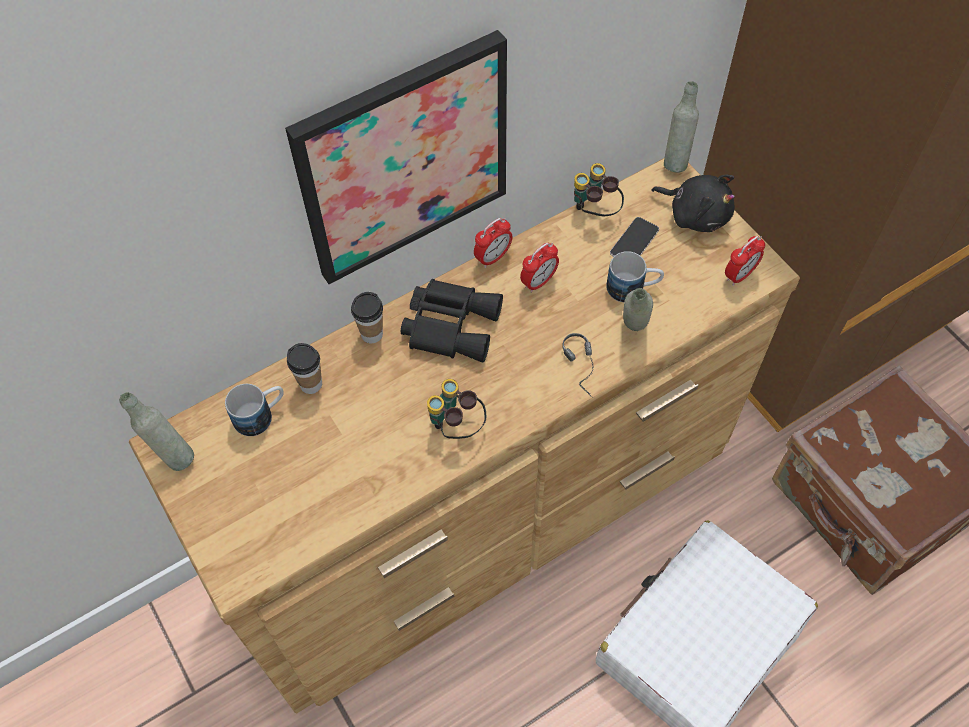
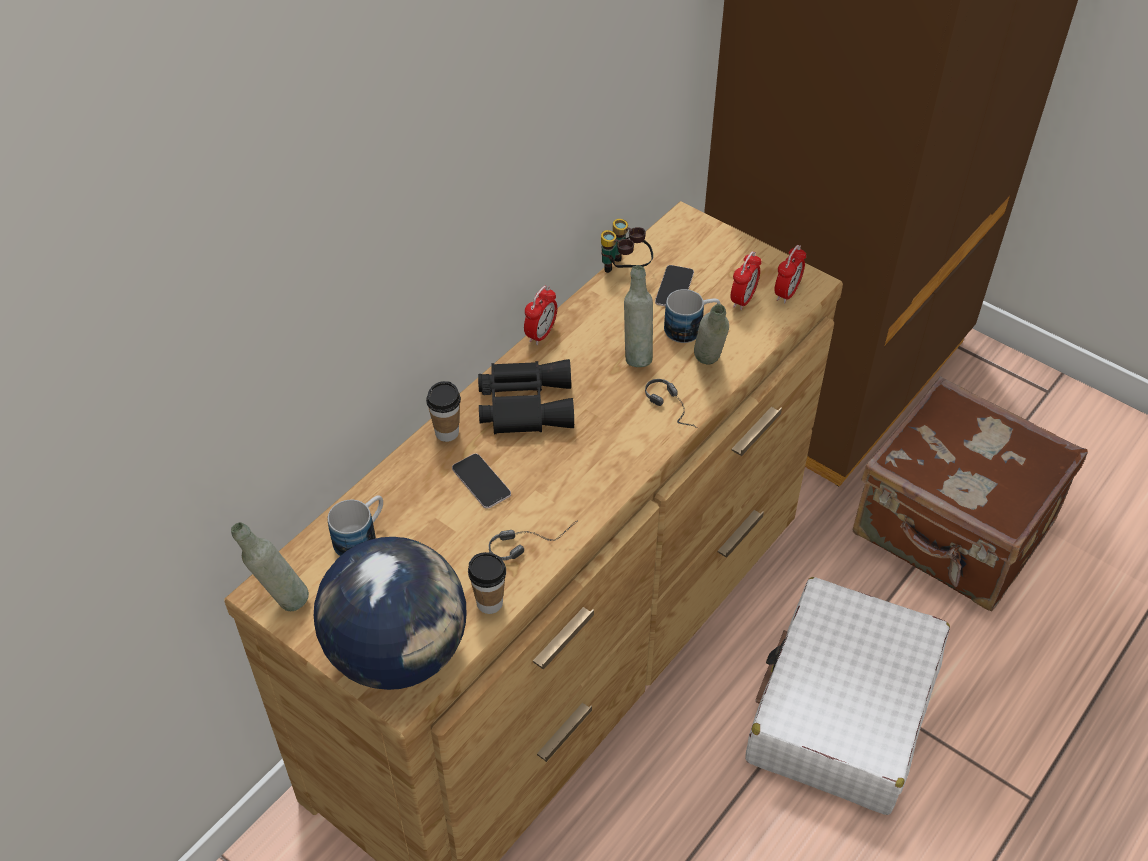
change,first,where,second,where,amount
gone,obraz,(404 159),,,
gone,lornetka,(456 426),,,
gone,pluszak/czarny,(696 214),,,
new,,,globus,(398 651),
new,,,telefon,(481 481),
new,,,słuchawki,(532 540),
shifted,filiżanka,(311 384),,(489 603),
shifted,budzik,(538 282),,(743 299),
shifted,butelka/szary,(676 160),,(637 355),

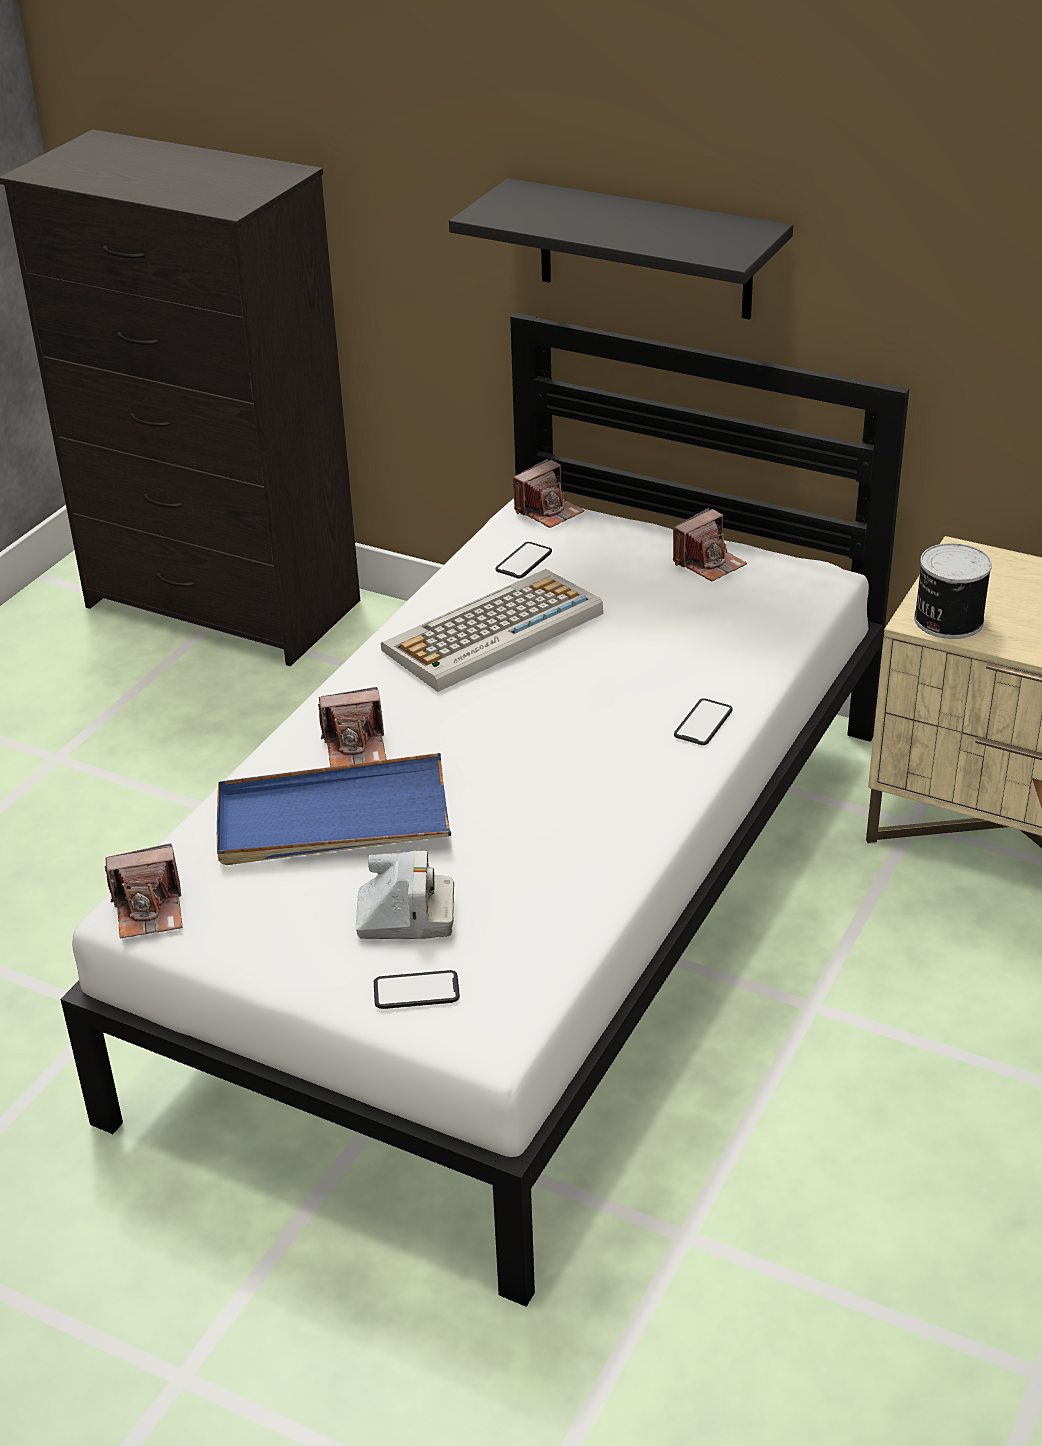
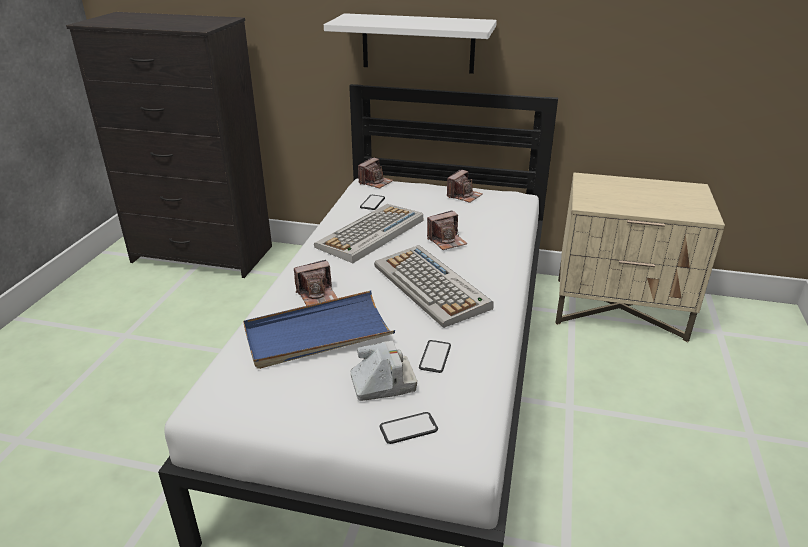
change,first,where,second,where,amount
gone,puszka,(946 620),,,
new,,,klawiatura,(432 287),
shifted,aparat fotograficzny,(149 911),,(447 241),
shifted,telefon,(703 723),,(435 357),
repainted,półka/czarny,(645 250),półka/biały,(418 43),

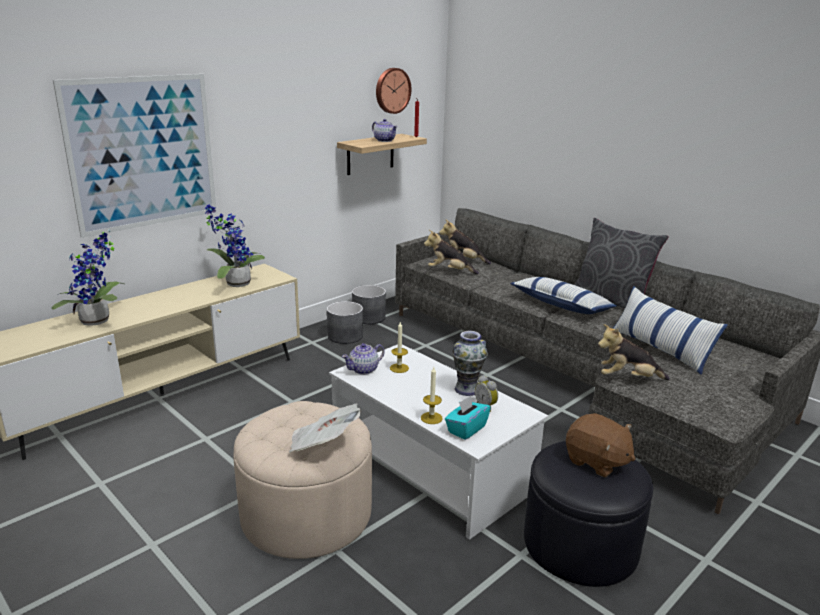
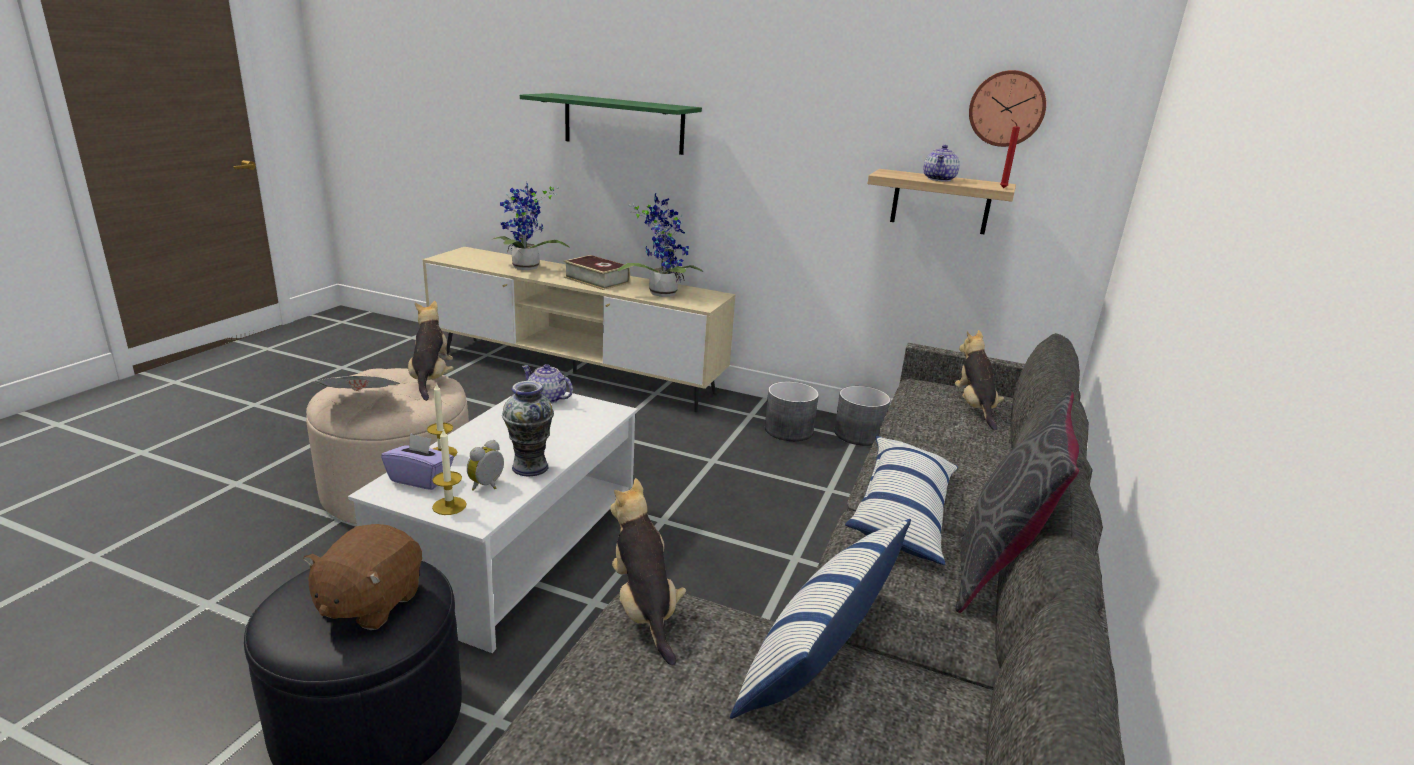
change,first,where,second,where,amount
new,,,książka,(596 280),
shifted,świeca,(399 368),,(449 506),
shifted,pluszak,(449 271),,(431 379),
swapped,obraz,(143 153),półka/zielony,(623 124),
repainted,pudełko chusteczek/turkusowy,(466 429),pudełko chusteczek/fioletowy,(420 479),

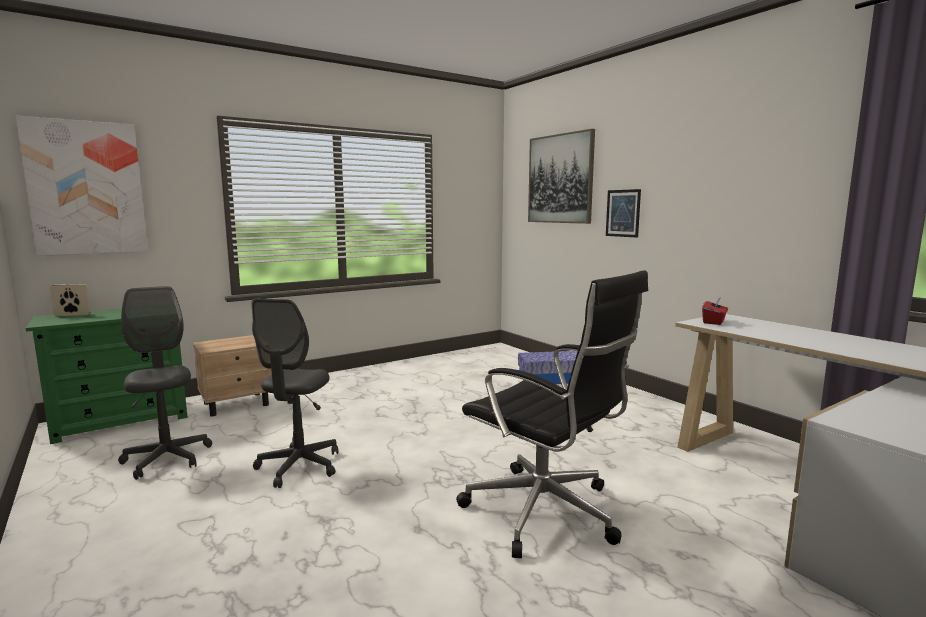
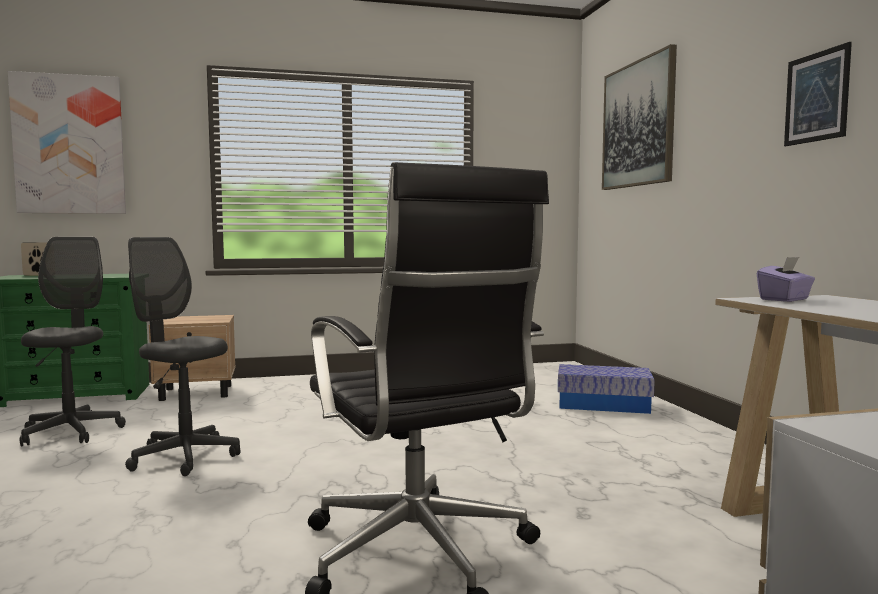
change,first,where,second,where,amount
shifted,obraz,(623 213),,(816 97),
repainted,pudełko chusteczek/czerwony,(714 322),pudełko chusteczek/fioletowy,(785 299),
rotated,krzesło biurowe/szary,(299 466),,(184 457),90 degrees clockwise

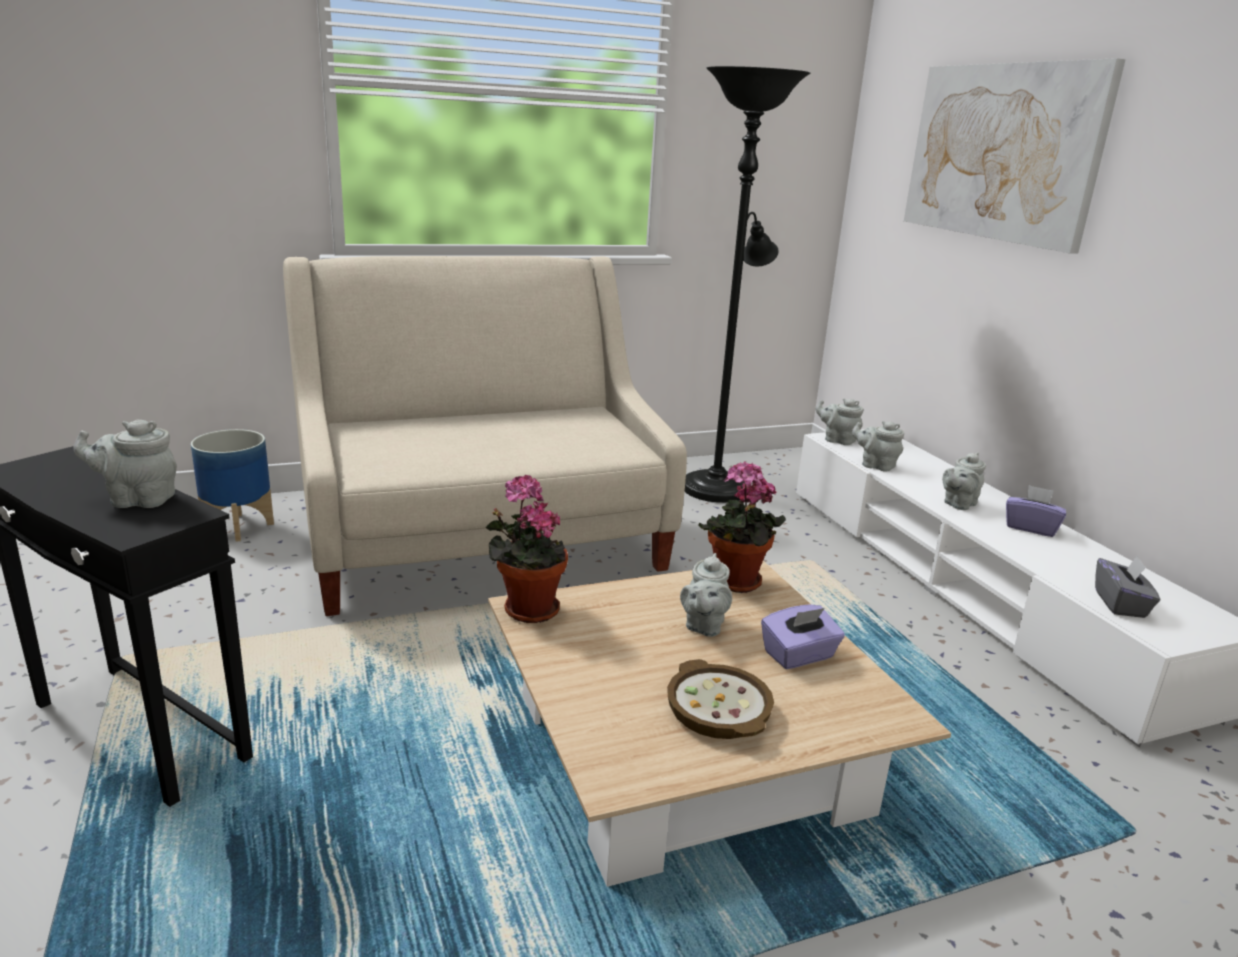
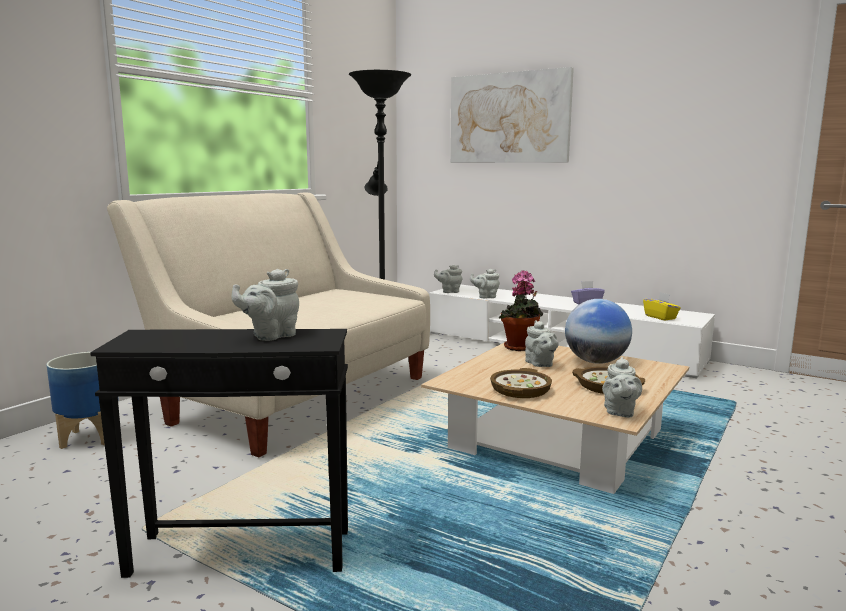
change,first,where,second,where,amount
gone,roślina doniczkowa,(526 609),,,
new,,,miska,(519 390),
shifted,imbryk/szary,(958 504),,(619 412),
swapped,pudełko chusteczek/fioletowy,(799 655),globus,(595 362),
repainted,pudełko chusteczek/szary,(1120 604),pudełko chusteczek/żółty,(660 317),

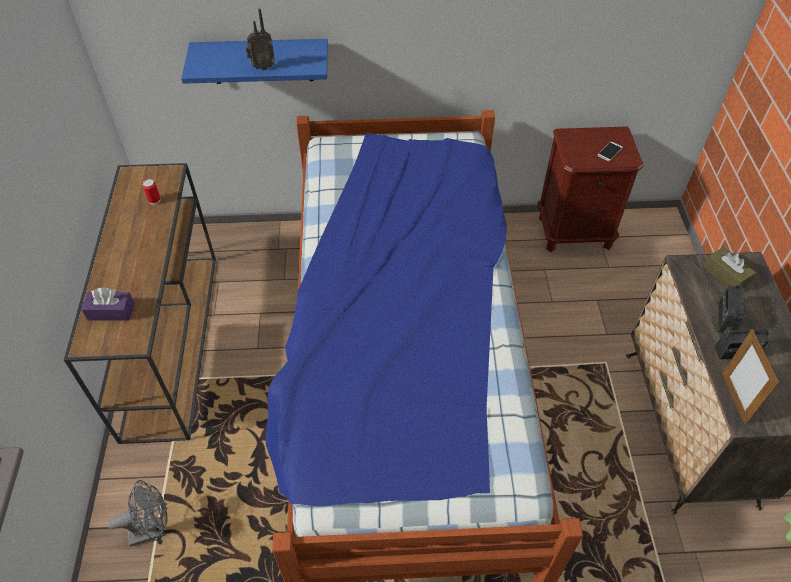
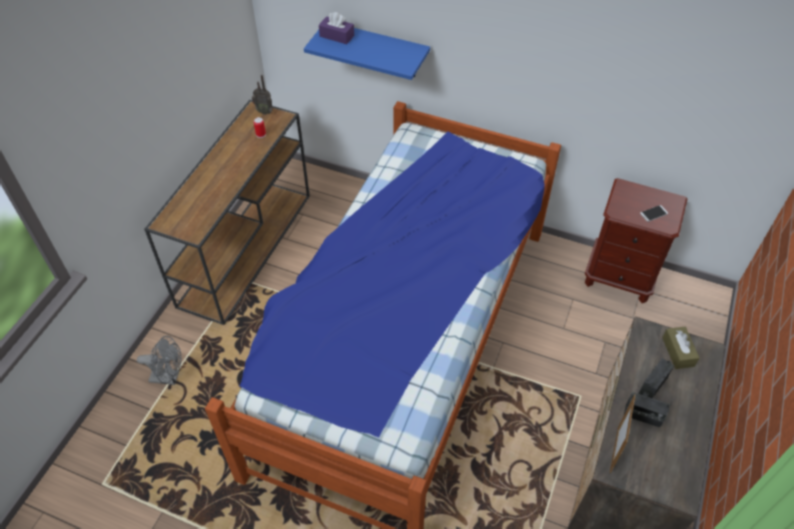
change,first,where,second,where,amount
shifted,pudełko chusteczek/fioletowy,(111 311),,(337 36),
shifted,radio,(262 67),,(264 111),

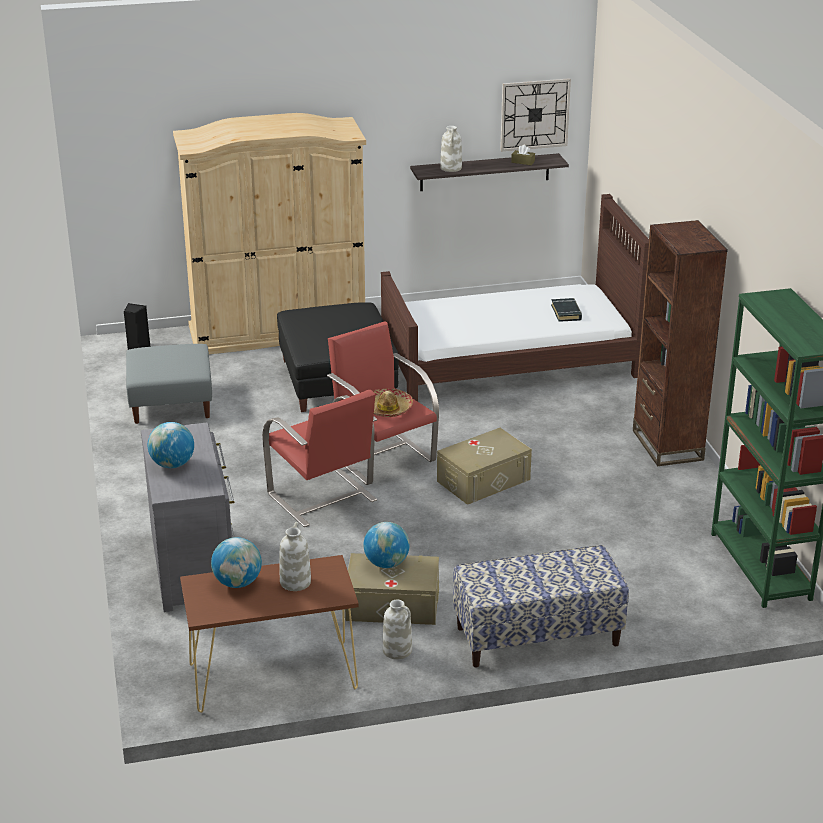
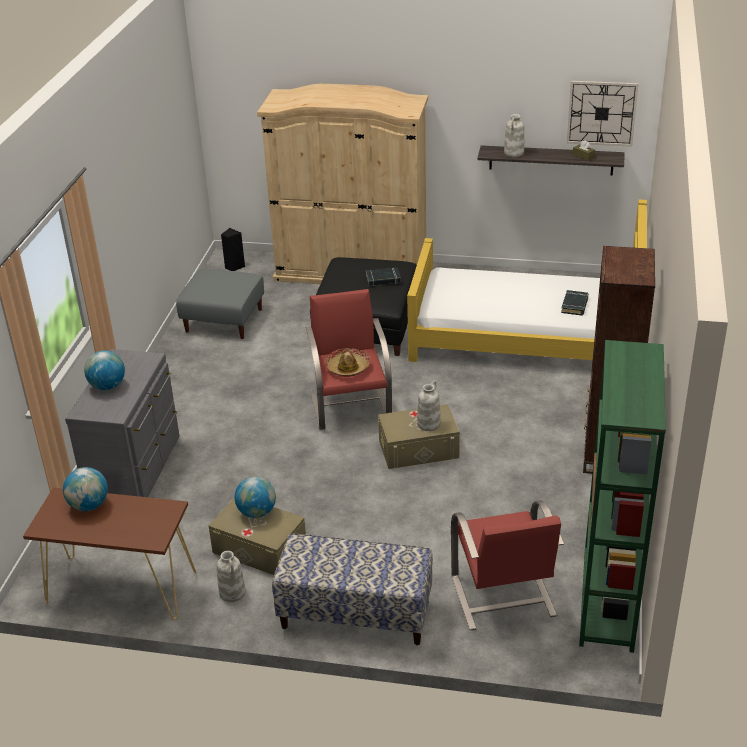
change,first,where,second,where,amount
new,,,książka/czarny,(383 279),
shifted,fotel/czerwony,(322 498),,(503 597),
shifted,wazon/biały,(295 581),,(428 424),
repainted,łóżko/brązowy,(510 361),łóżko/żółty,(524 338),

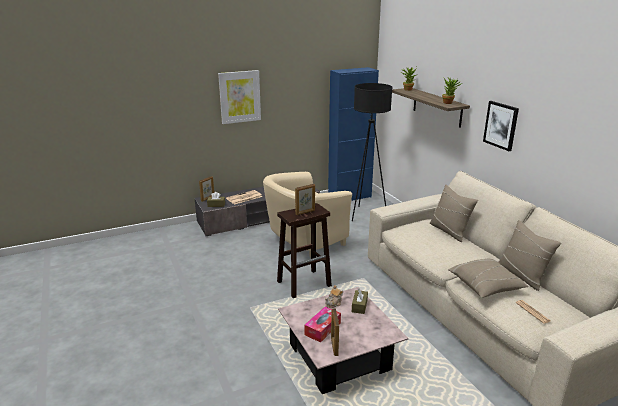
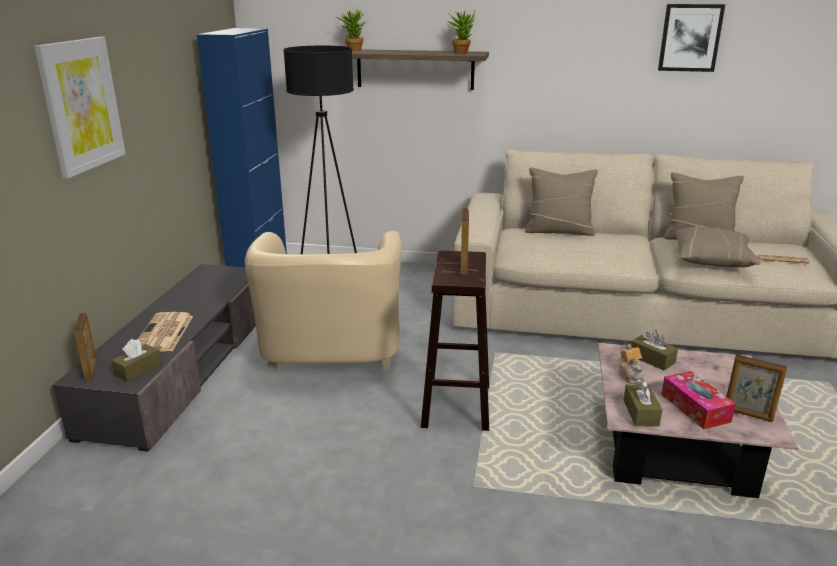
change,first,where,second,where,amount
new,,,pudełko chusteczek/brązowy,(640 413),
shifted,obraz,(501 125),,(690 38),

